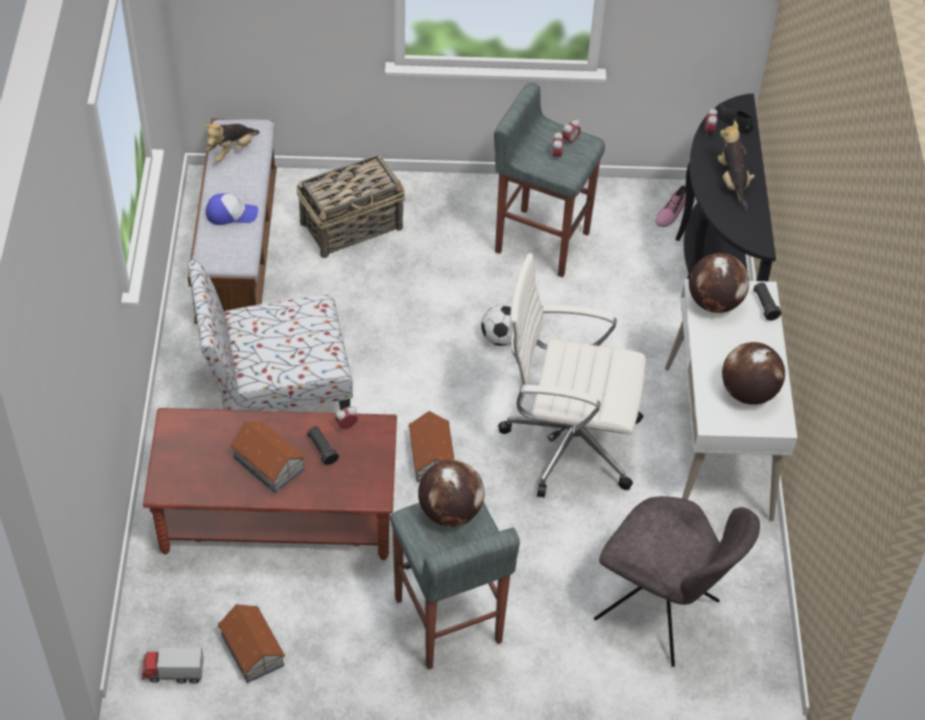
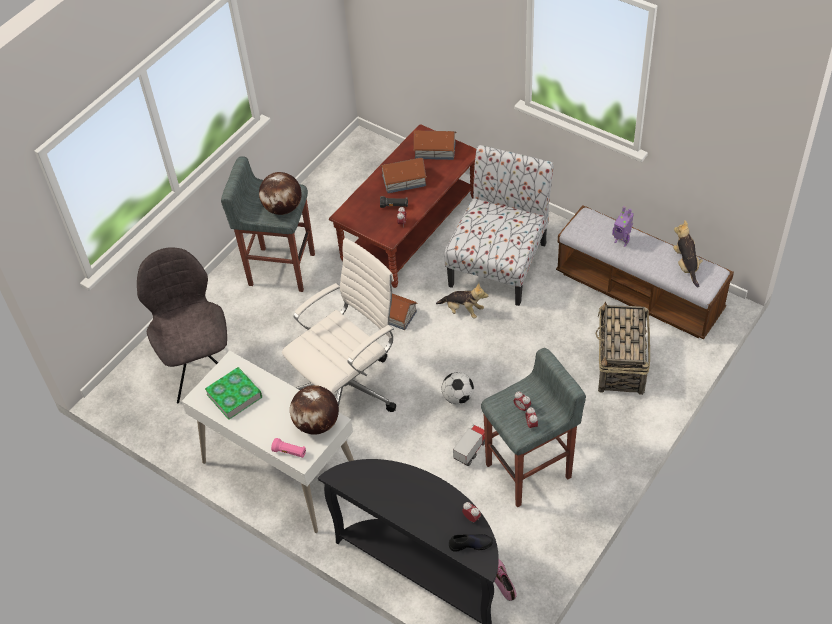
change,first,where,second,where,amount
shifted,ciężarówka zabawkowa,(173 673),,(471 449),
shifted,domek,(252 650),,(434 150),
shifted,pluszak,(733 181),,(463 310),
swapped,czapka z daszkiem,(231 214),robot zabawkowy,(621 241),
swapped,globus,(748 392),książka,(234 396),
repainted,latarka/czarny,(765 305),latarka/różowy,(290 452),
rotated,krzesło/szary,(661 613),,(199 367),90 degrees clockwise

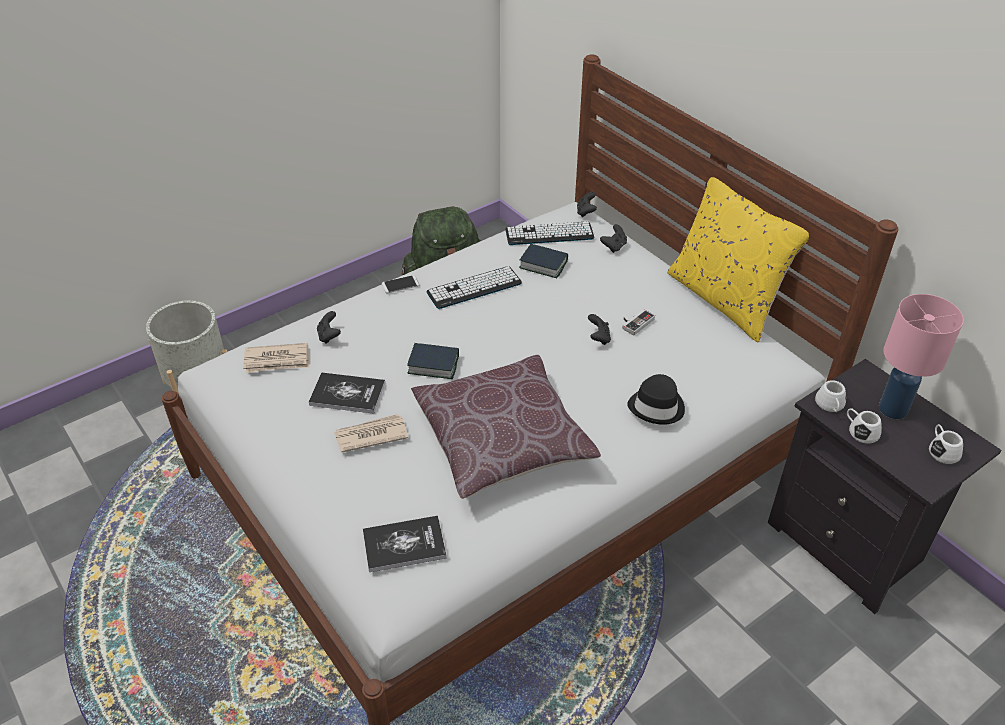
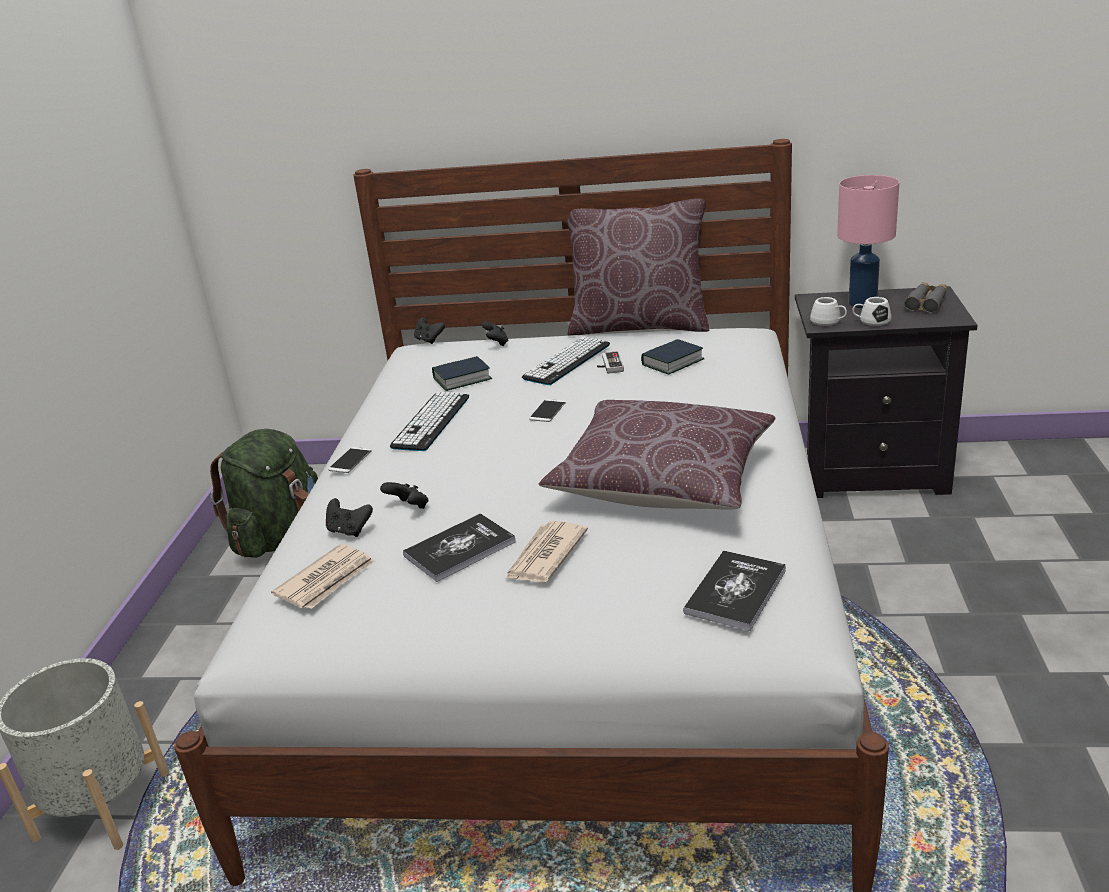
change,first,where,second,where,amount
gone,kapelusz/czarny,(657 407),,,
new,,,telefon,(547 411),
shifted,książka,(433 364),,(672 362),
shifted,klawiatura,(549 234),,(567 361),
shifted,pad do gier/czarny,(598 338),,(409 508),
swapped,kubek/biały,(941 450),lornetka/szary,(927 303),
repainted,poduszka/żółty,(725 299),poduszka/brązowy,(639 326),

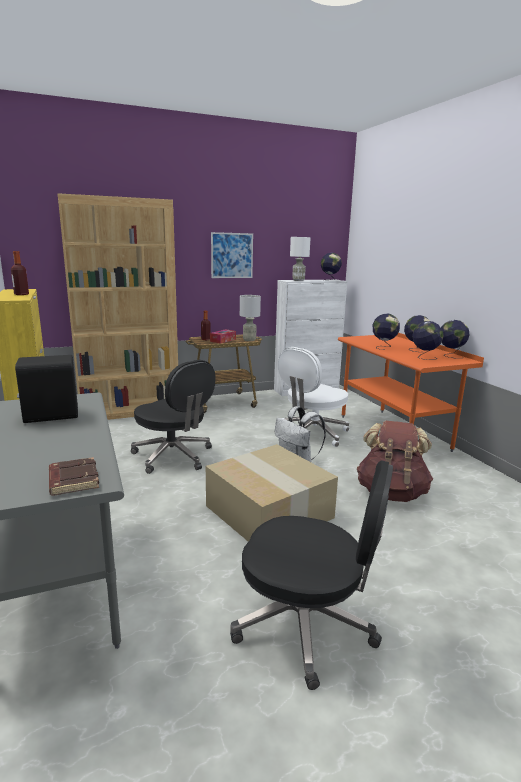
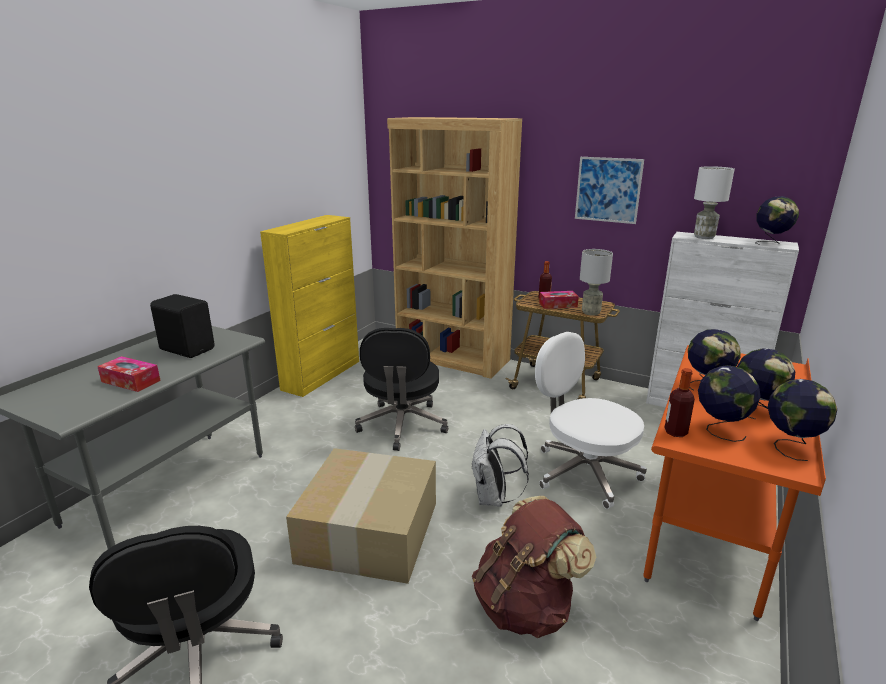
change,first,where,second,where,amount
gone,książka/brązowy,(72 480),,,
new,,,pudełko chusteczek,(131 381),
shifted,butelka,(21 294),,(675 432),
rotated,krzesło biurowe/biały,(312 434),,(583 472),45 degrees clockwise

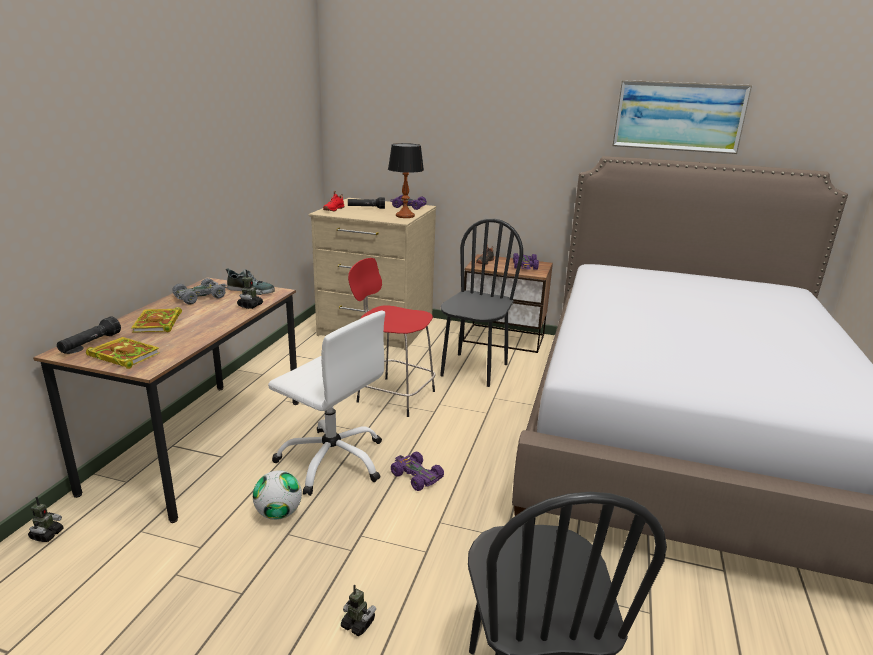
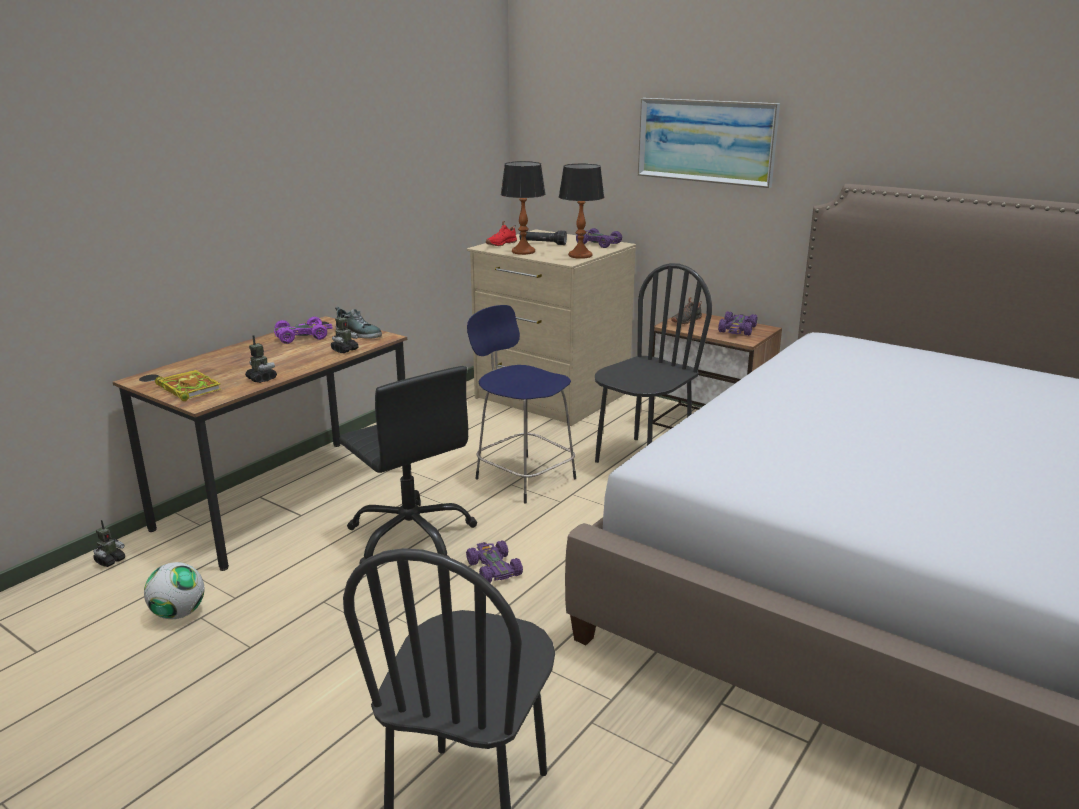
change,first,where,second,where,amount
gone,latarka/czarny,(90 344),,,
gone,książka,(158 324),,,
new,,,lampa stołowa,(523 252),
shifted,piłka futbolowa,(278 513),,(179 613),
shifted,robot zabawkowy,(358 624),,(261 379),
shifted,obraz,(678 116),,(706 141),
repainted,samochodzik/szary,(200 297),samochodzik/fioletowy,(302 336),
repainted,krzesło biurowe/biały,(332 460),krzesło biurowe/czarny,(411 537),
repainted,stołek/czerwony,(393 395),stołek/niebieski,(523 477),

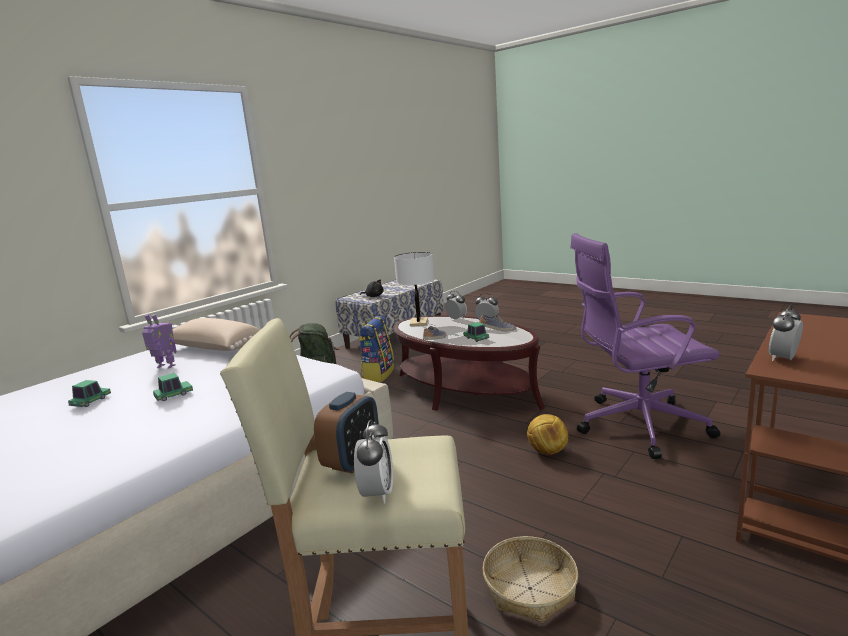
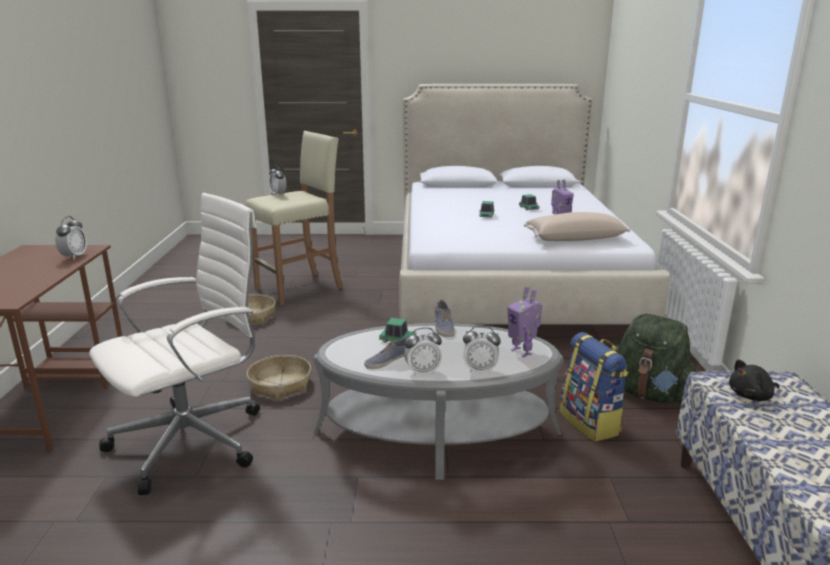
change,first,where,second,where,amount
gone,budzik,(352 461),,,
swapped,lampa stołowa/biały,(418 322),robot zabawkowy,(522 352),
swapped,piłka futbolowa,(547 451),koszyk,(280 384),
repainted,ława/brązowy,(465 390),ława/szary,(436 432),
repainted,krzesło biurowe/fioletowy,(637 425),krzesło biurowe/biały,(194 440),

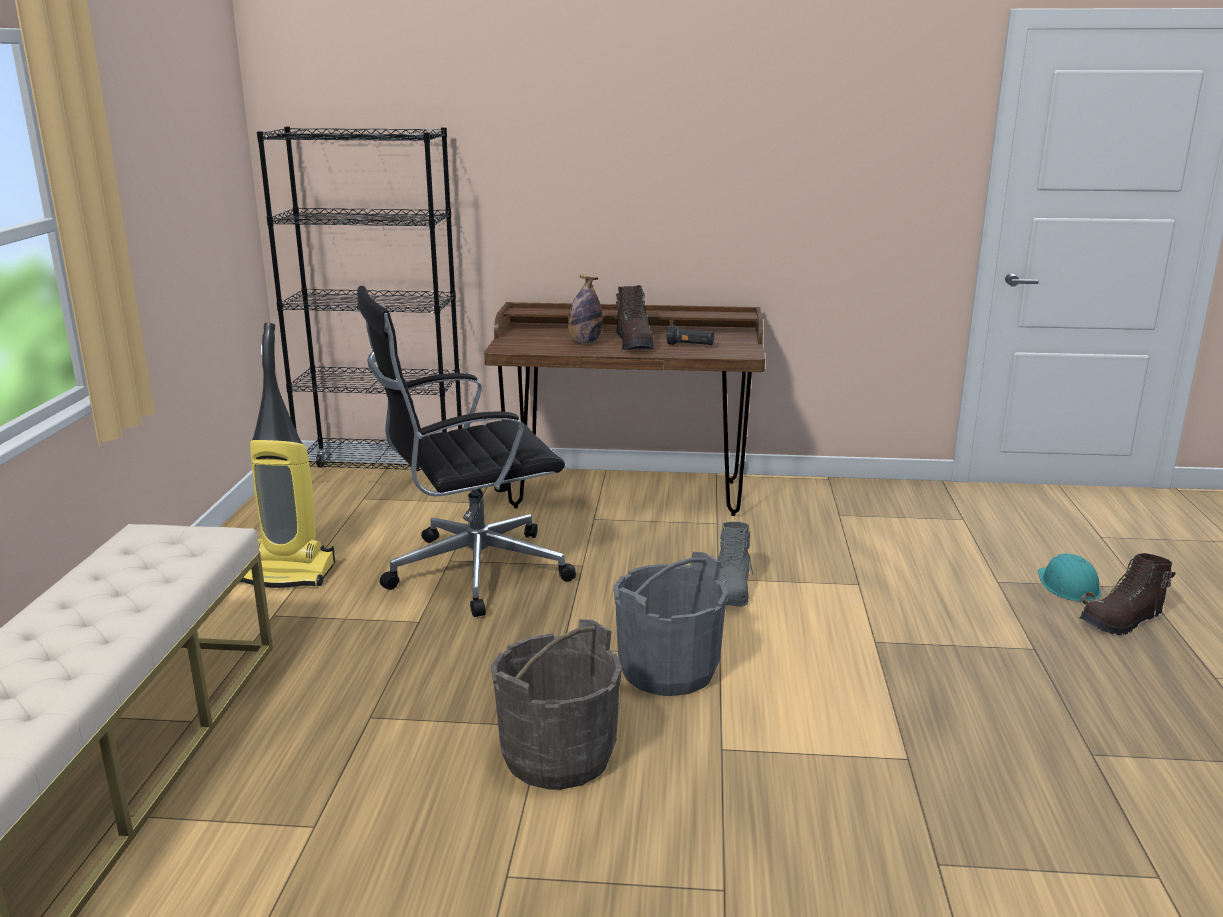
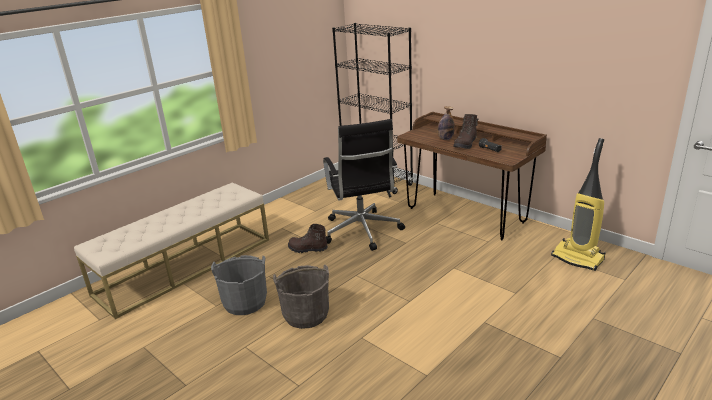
change,first,where,second,where,amount
gone,but z cholewką/szary,(731 591),,,
gone,kask/turkusowy,(1068 586),,,
shifted,odkurzacz,(286 573),,(578 258),
shifted,wiadro/szary,(668 670),,(245 302),
shifted,but z cholewką/brązowy,(1122 622),,(307 249),
rotated,krzesło biurowe/czarny,(471 571),,(362 232),120 degrees counterclockwise

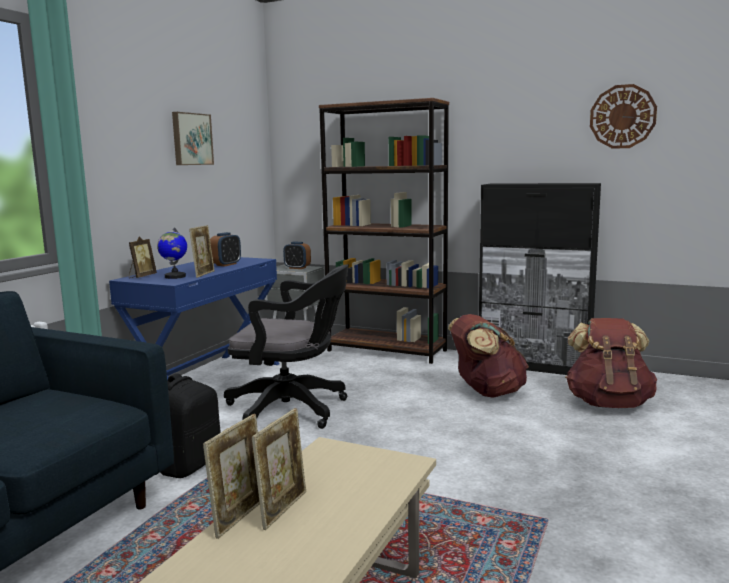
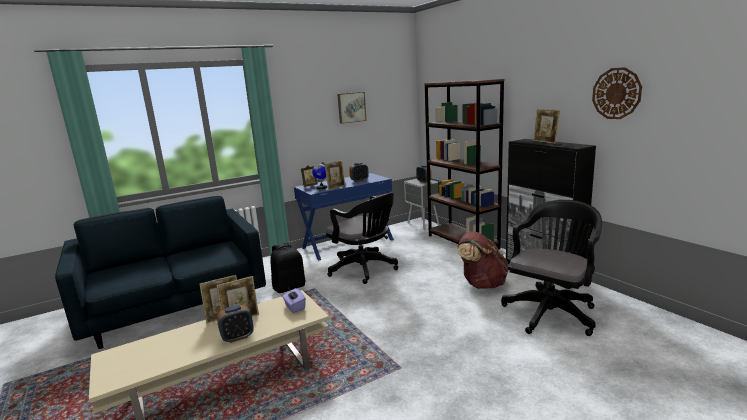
change,first,where,second,where,amount
new,,,budzik,(237 337),
new,,,pudełko chusteczek/fioletowy,(294 307),
new,,,ramka na zdjęcie,(545 142),
swapped,plecak/brązowy,(608 404),krzesło biurowe/czarny,(551 312),

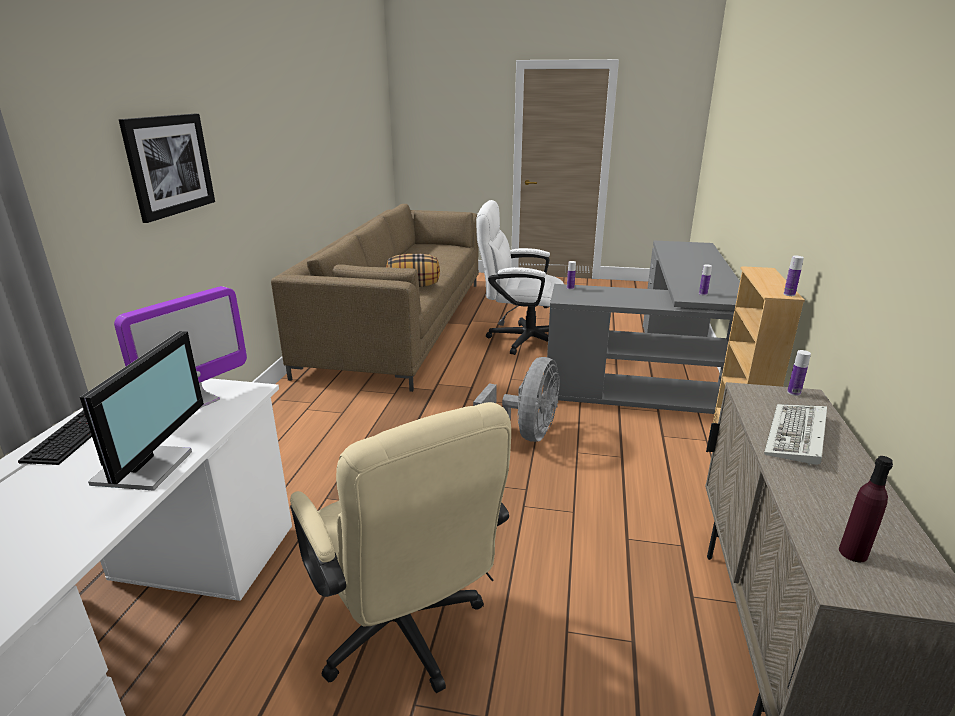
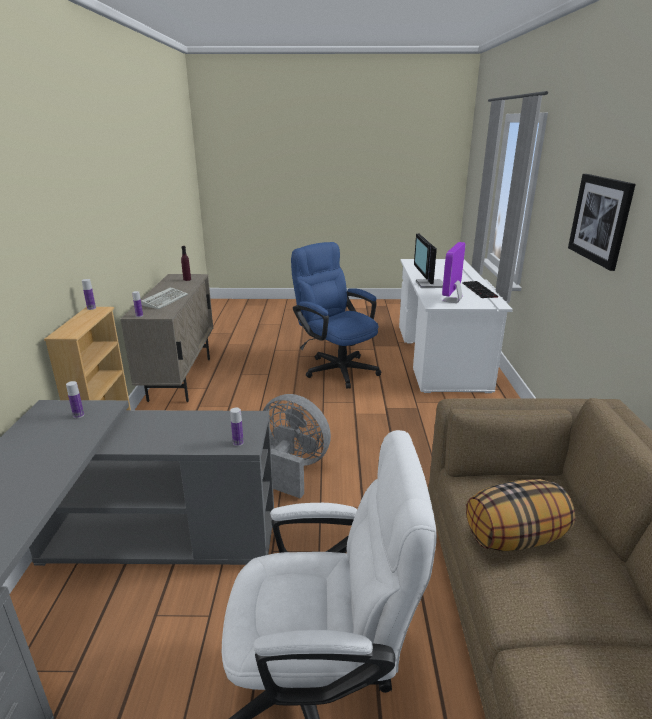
change,first,where,second,where,amount
repainted,krzesło biurowe/beżowy,(404 635),krzesło biurowe/niebieski,(336 368),
rotated,wentylator/szary,(525 434),,(293 468),105 degrees clockwise

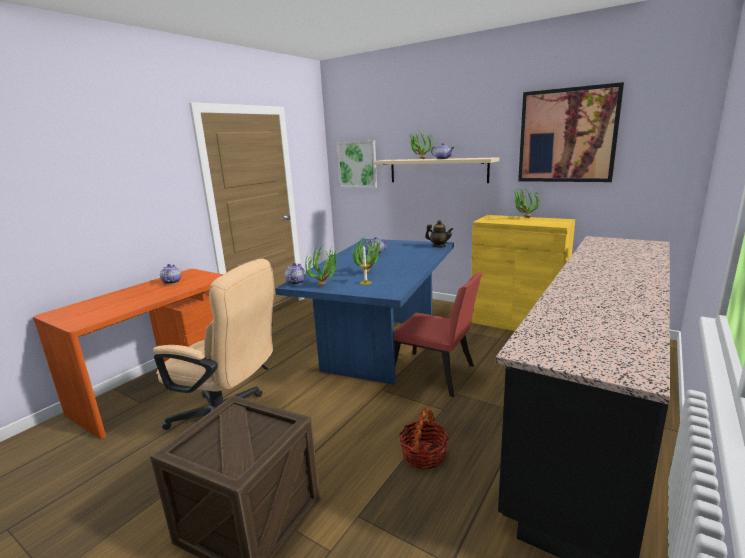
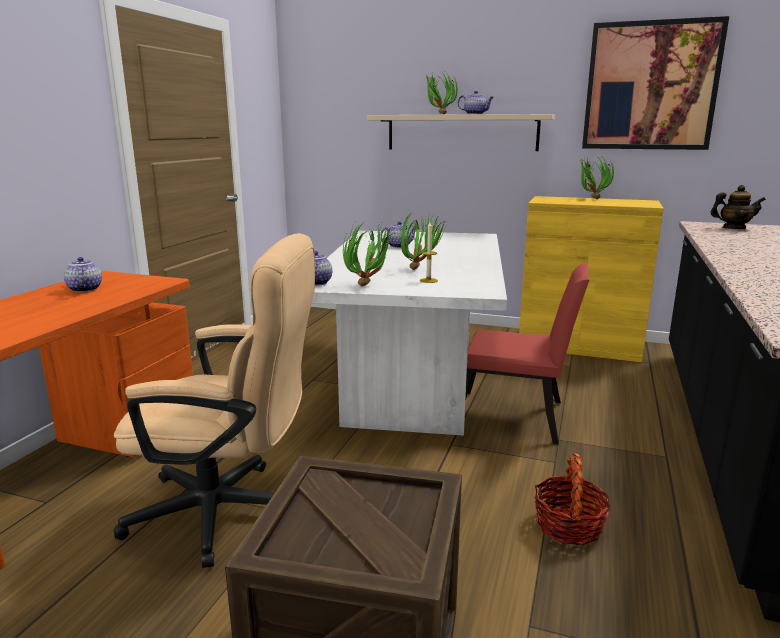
change,first,where,second,where,amount
gone,obraz,(357 164),,,
shifted,imbryk,(439 246),,(733 228),
repainted,stół jadalny/niebieski,(381 345),stół jadalny/biały,(411 384),

